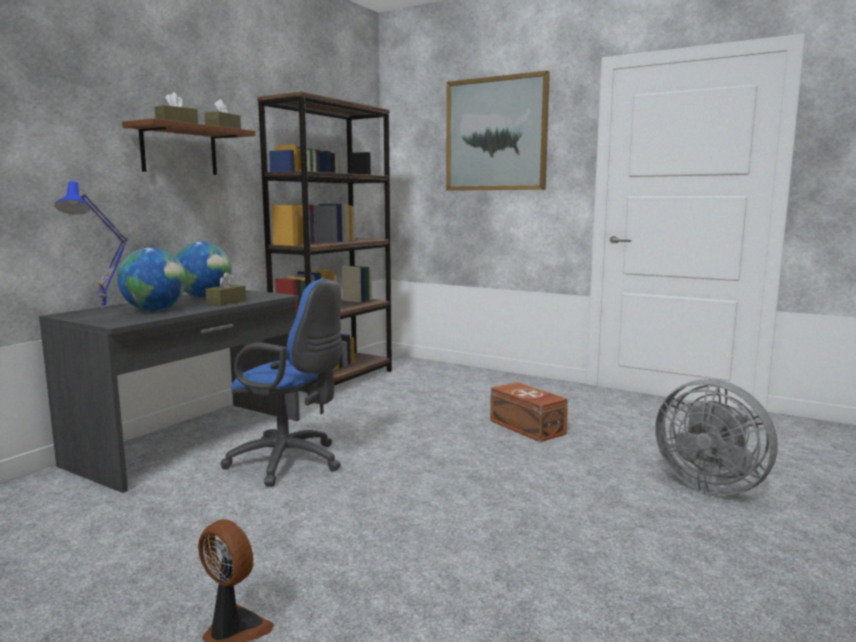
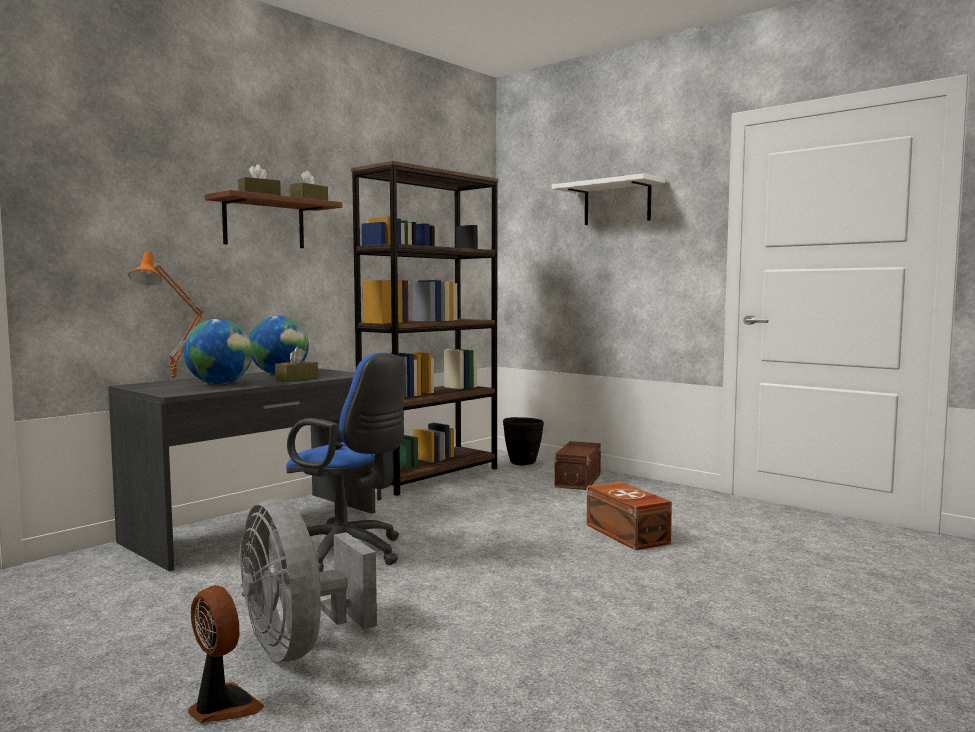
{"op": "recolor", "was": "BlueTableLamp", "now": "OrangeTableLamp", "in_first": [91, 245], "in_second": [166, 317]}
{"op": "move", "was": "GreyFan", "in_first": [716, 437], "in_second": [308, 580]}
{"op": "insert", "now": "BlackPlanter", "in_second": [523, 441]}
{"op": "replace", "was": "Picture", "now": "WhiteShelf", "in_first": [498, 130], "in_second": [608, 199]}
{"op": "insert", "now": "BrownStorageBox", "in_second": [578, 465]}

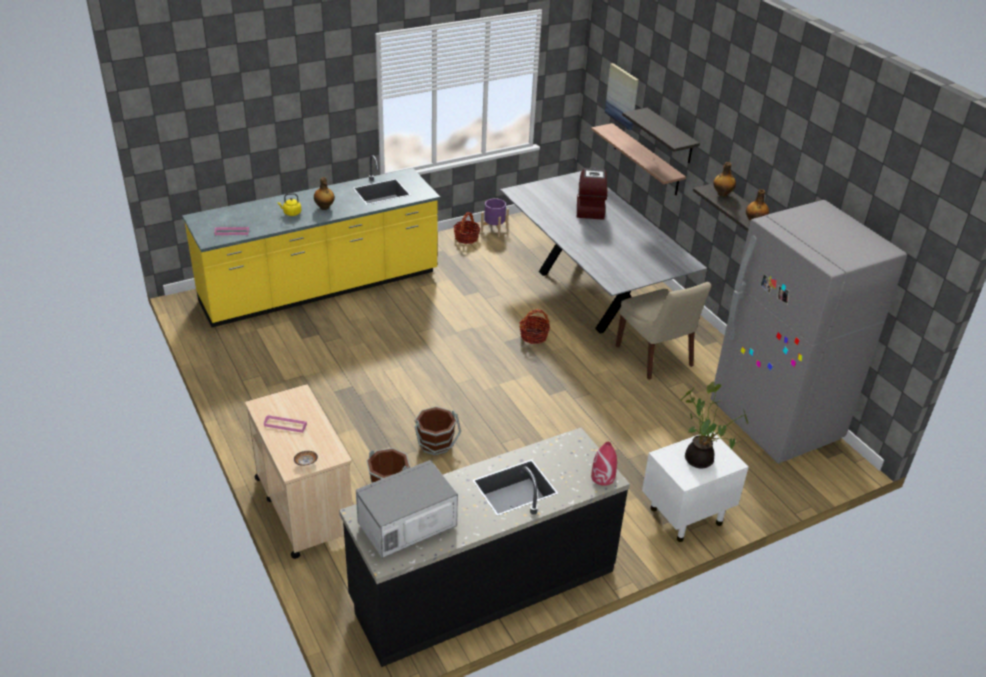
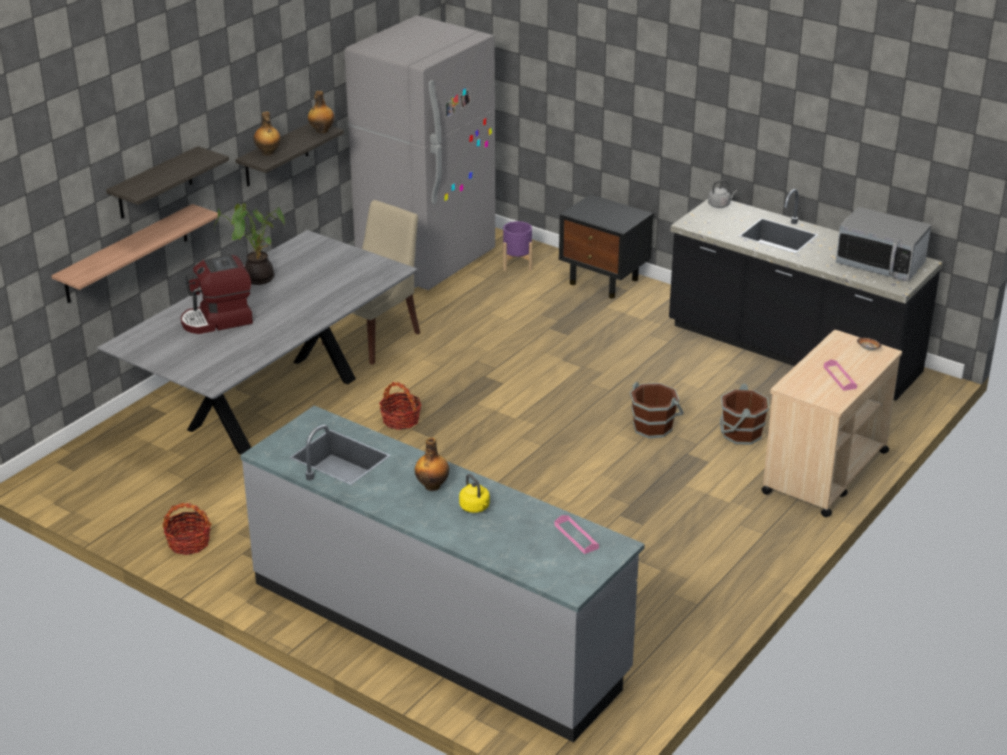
{"op": "move", "was": "PottedPlant", "in_first": [714, 425], "in_second": [249, 244]}
{"op": "recolor", "was": "YellowCounter", "now": "GreyCounter", "in_first": [311, 241], "in_second": [442, 574]}
{"op": "move", "was": "PurplePlanter", "in_first": [495, 217], "in_second": [517, 246]}
{"op": "recolor", "was": "WhiteNightstand", "now": "BlackNightstand", "in_first": [695, 487], "in_second": [606, 246]}
{"op": "replace", "was": "RedVase", "now": "GreyKettle", "in_first": [604, 464], "in_second": [722, 194]}
{"op": "delete", "was": "Picture", "in_first": [622, 96]}

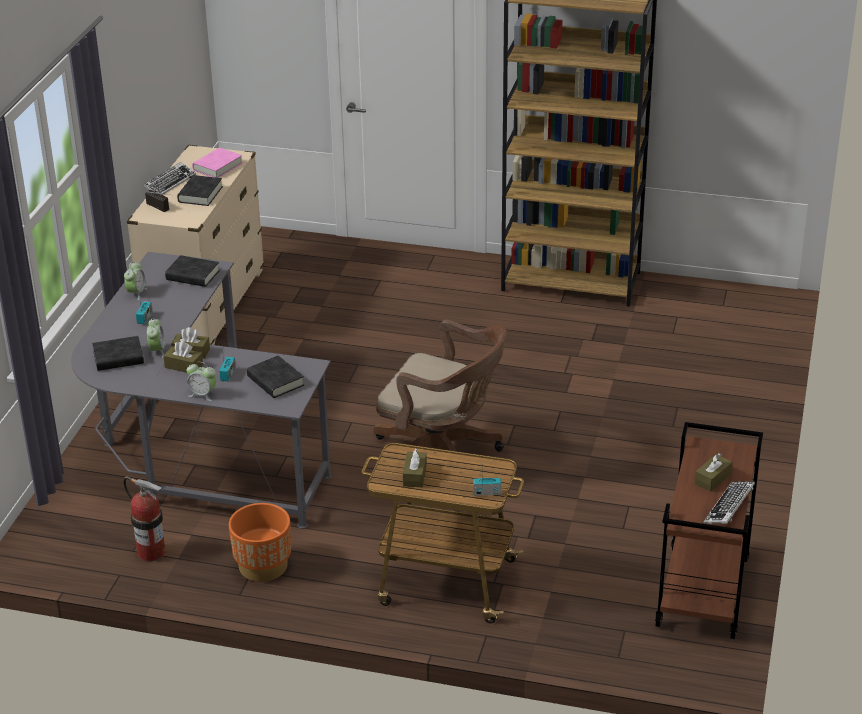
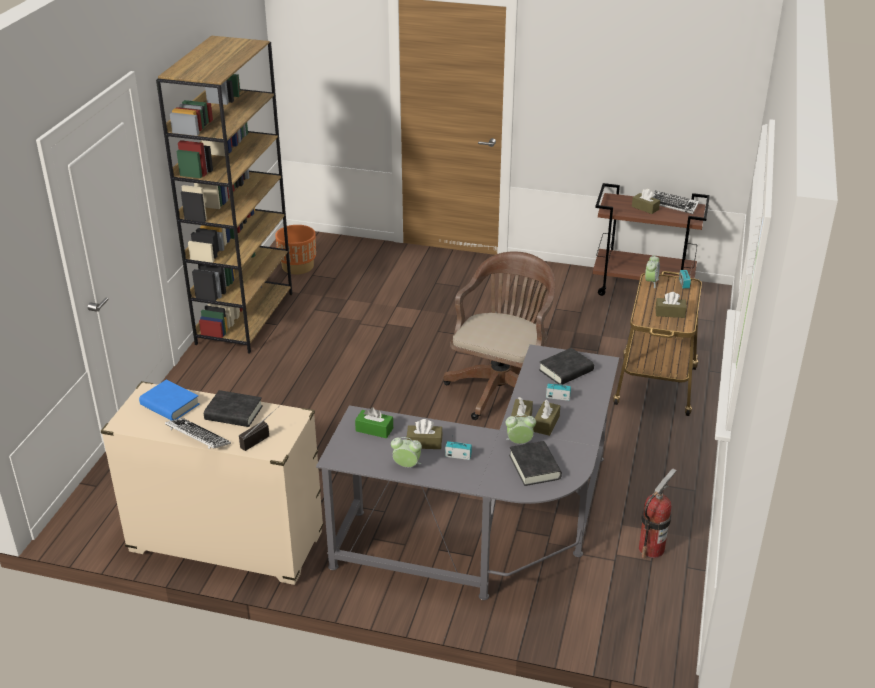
{"op": "recolor", "was": "PinkBook", "now": "BlueBook", "in_first": [217, 163], "in_second": [169, 400]}
{"op": "move", "was": "OrangePlanter", "in_first": [260, 542], "in_second": [295, 249]}
{"op": "replace", "was": "BlackBook", "now": "GreenTissueBox", "in_first": [192, 271], "in_second": [374, 422]}
{"op": "insert", "now": "BrownTissueBox", "in_second": [424, 434]}
{"op": "move", "was": "AlarmClock", "in_first": [201, 381], "in_second": [652, 271]}

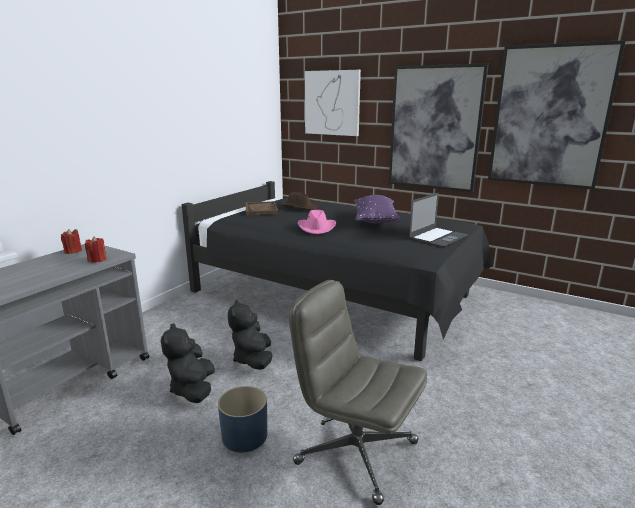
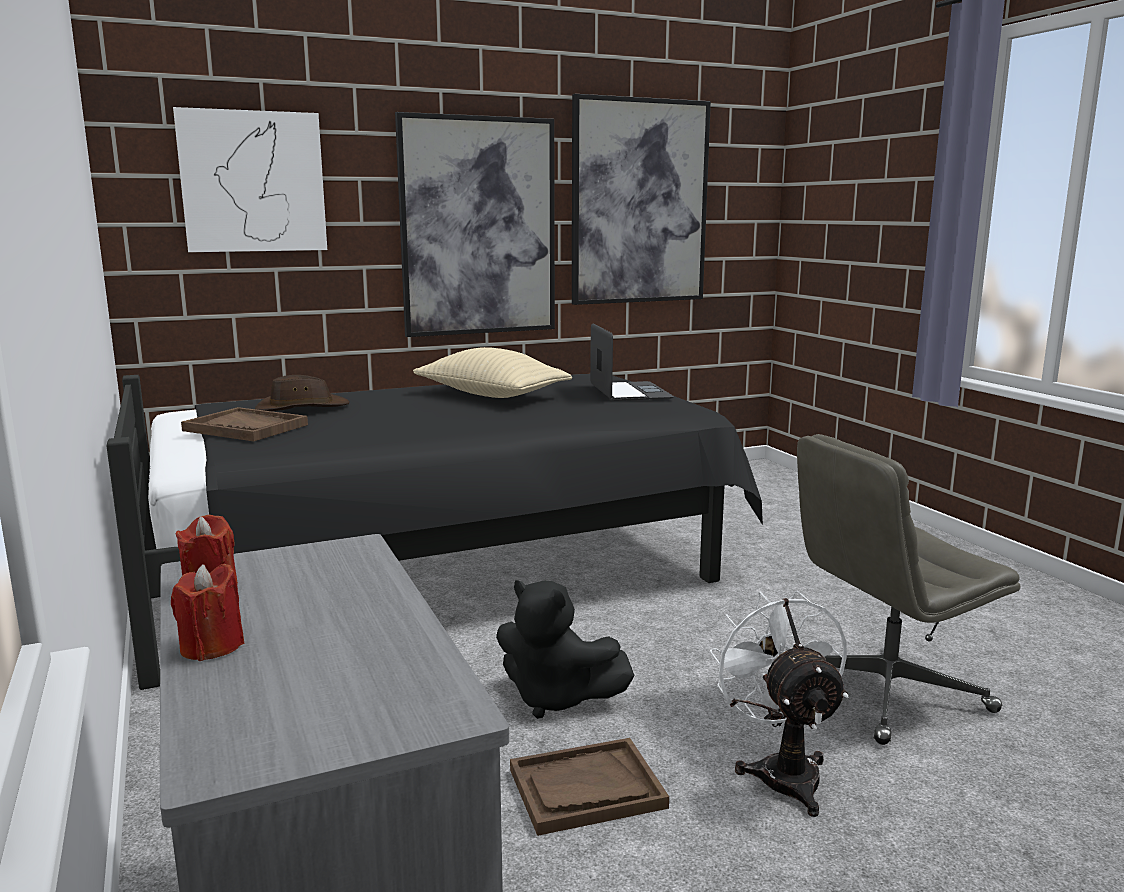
{"op": "move", "was": "RedCandle", "in_first": [96, 249], "in_second": [207, 612]}
{"op": "recolor", "was": "PurplePillow", "now": "BeigePillow", "in_first": [377, 209], "in_second": [492, 372]}
{"op": "replace", "was": "BlackPlushToy", "now": "BrownTray", "in_first": [188, 363], "in_second": [589, 787]}
{"op": "replace", "was": "BluePlanter", "now": "WhiteFan", "in_first": [242, 419], "in_second": [779, 704]}
{"op": "delete", "was": "PinkHat", "in_first": [317, 222]}

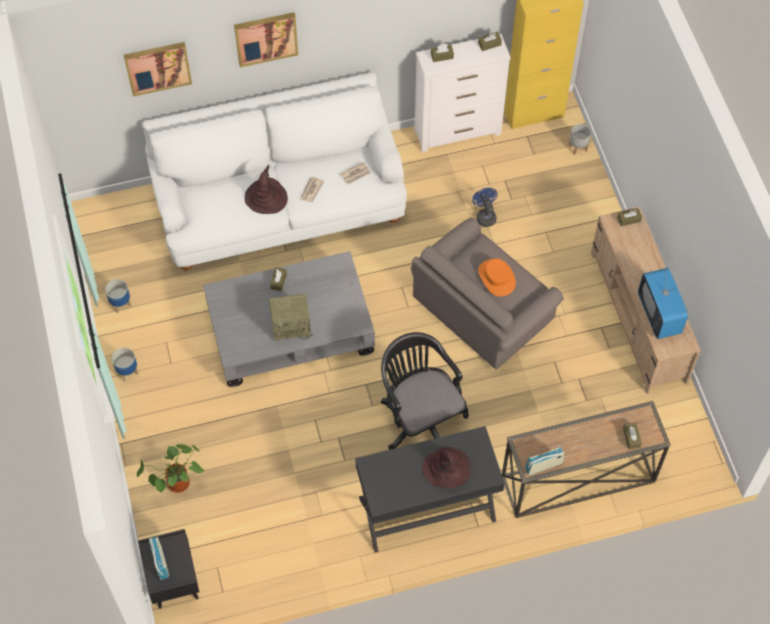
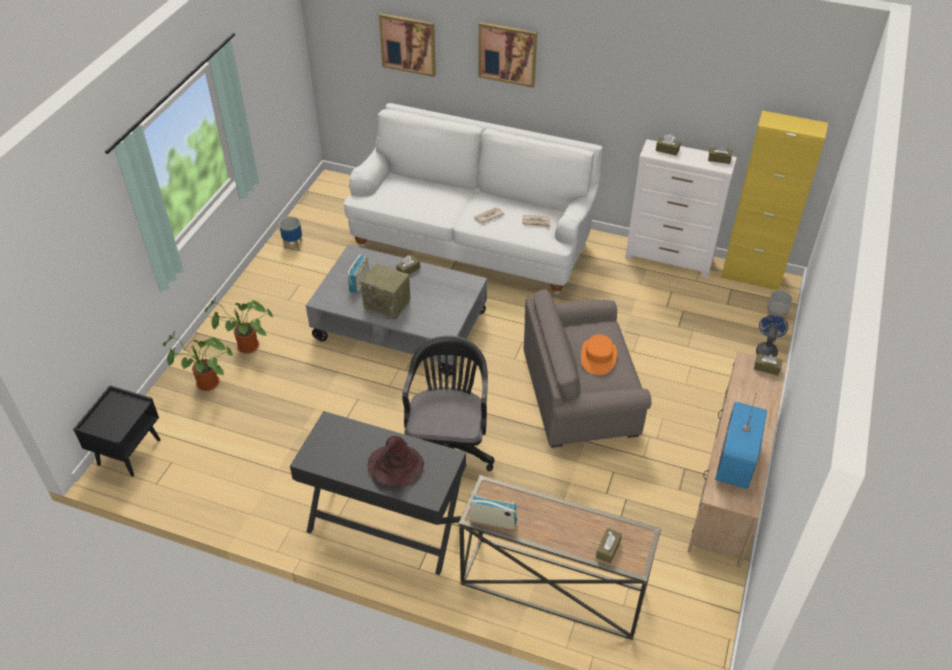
{"op": "insert", "now": "PottedPlant", "in_second": [239, 325]}
{"op": "move", "was": "Radio", "in_first": [159, 558], "in_second": [358, 273]}
{"op": "move", "was": "BlueFan", "in_first": [484, 207], "in_second": [772, 336]}
{"op": "delete", "was": "Planter", "in_first": [125, 365]}
{"op": "delete", "was": "BrownHat", "in_first": [266, 189]}

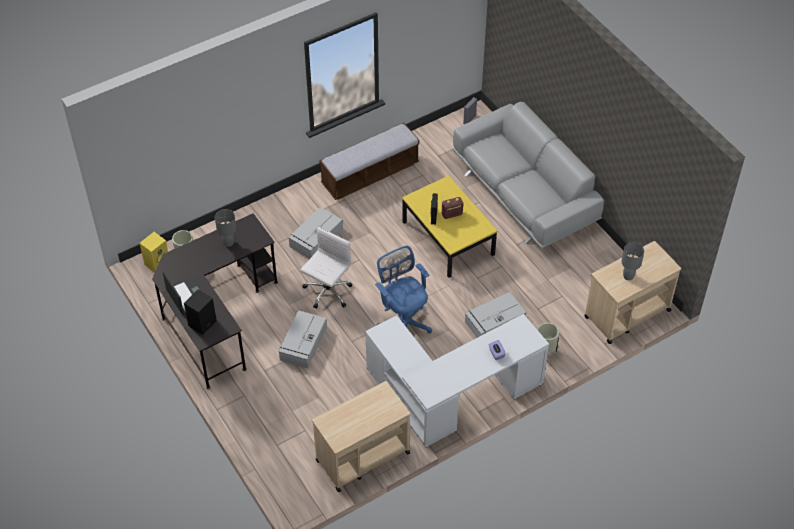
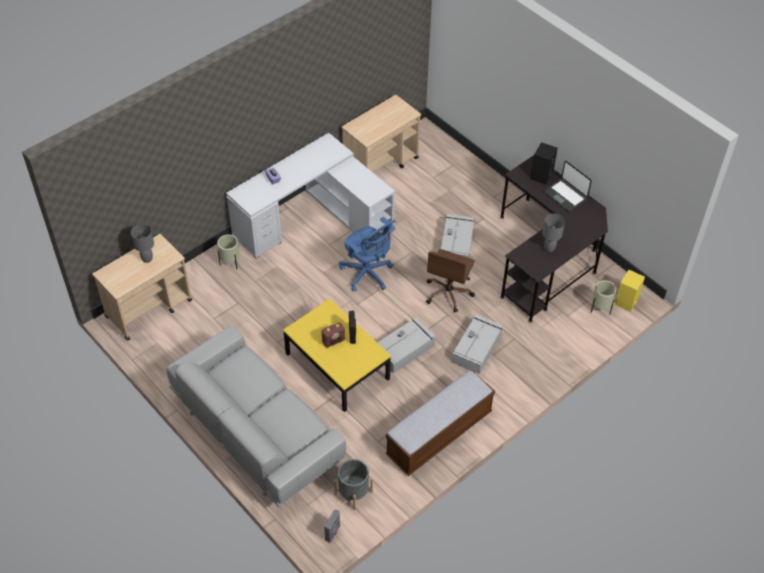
{"op": "insert", "now": "GreyPlanter", "in_second": [353, 484]}
{"op": "move", "was": "GreyStorageBox", "in_first": [495, 315], "in_second": [406, 345]}
{"op": "recolor", "was": "WhiteOfficeChair", "now": "BrownOfficeChair", "in_first": [326, 268], "in_second": [450, 280]}

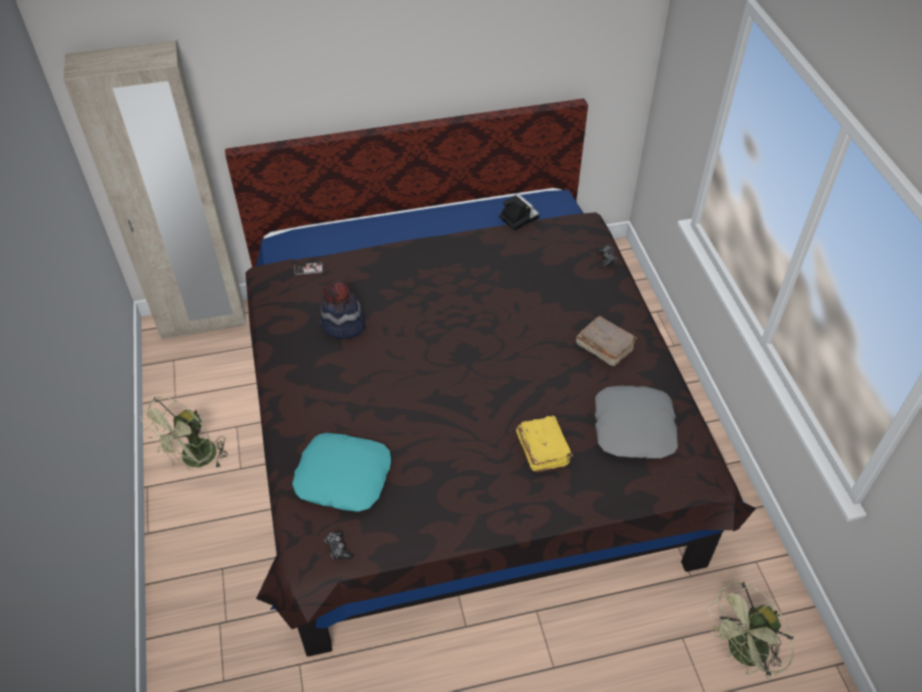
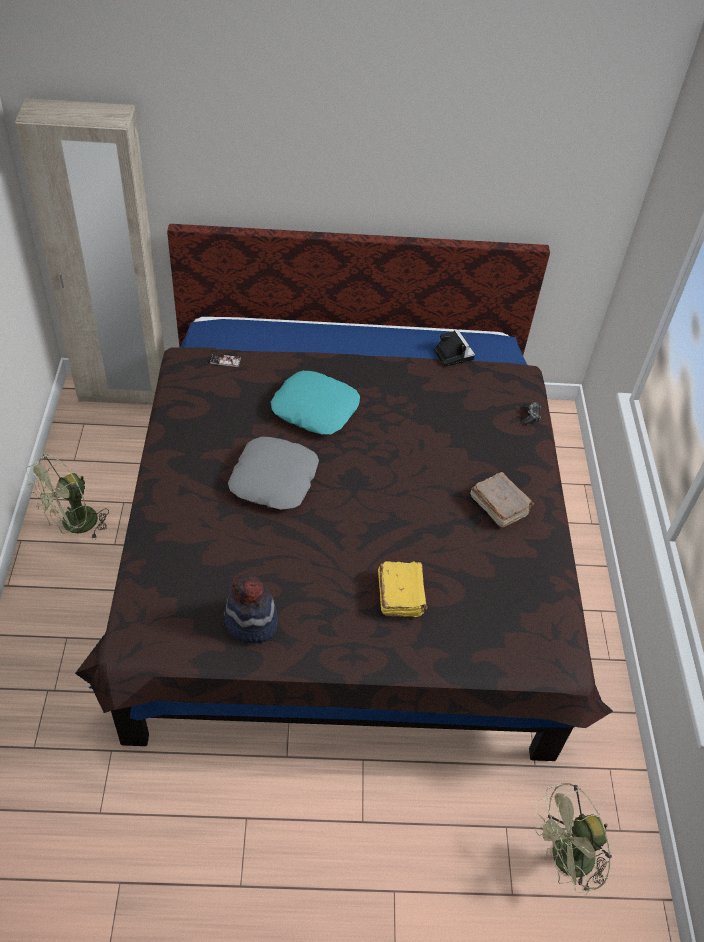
{"op": "move", "was": "Hat", "in_first": [342, 309], "in_second": [251, 609]}
{"op": "move", "was": "GreyPillow", "in_first": [636, 422], "in_second": [273, 473]}
{"op": "move", "was": "TurquoisePillow", "in_first": [341, 472], "in_second": [315, 402]}
{"op": "delete", "was": "GameController", "in_first": [338, 545]}

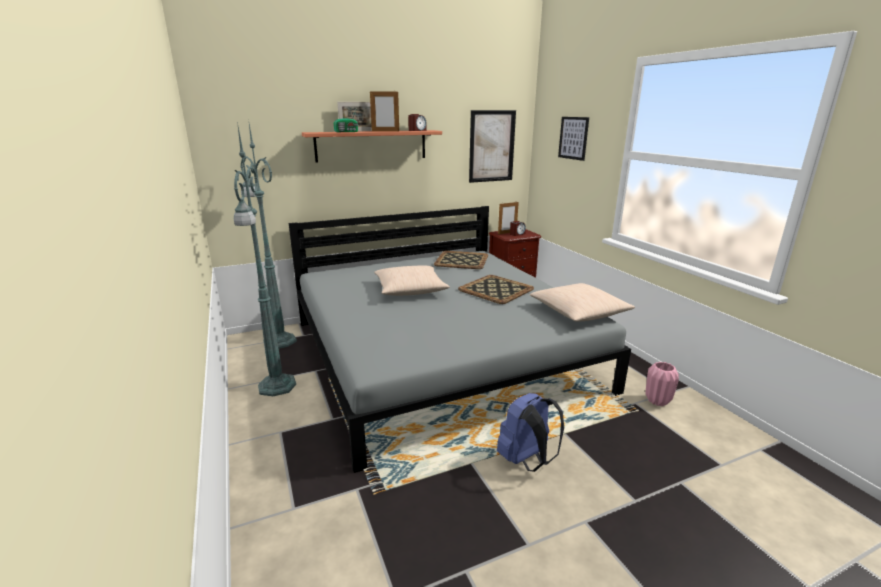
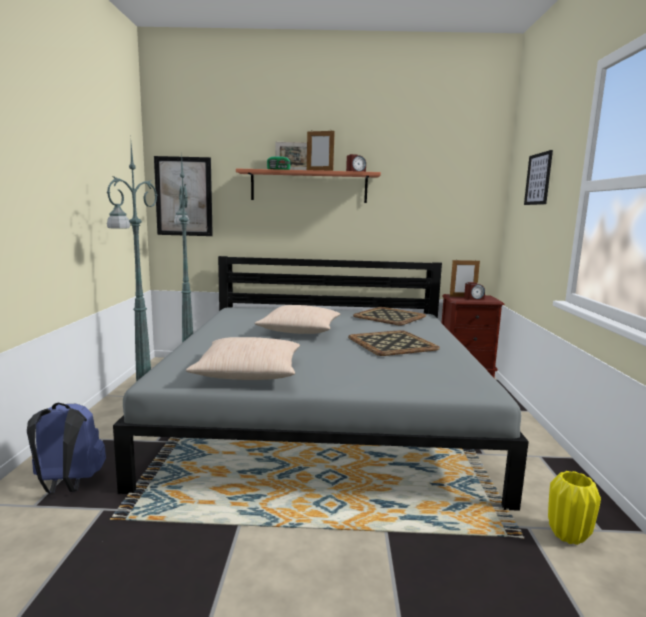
{"op": "move", "was": "BlueBackpack", "in_first": [530, 432], "in_second": [66, 448]}
{"op": "move", "was": "Picture", "in_first": [492, 146], "in_second": [183, 196]}
{"op": "move", "was": "BeigePillow", "in_first": [582, 302], "in_second": [243, 358]}
{"op": "recolor", "was": "PinkVase", "now": "YellowVase", "in_first": [662, 384], "in_second": [574, 508]}

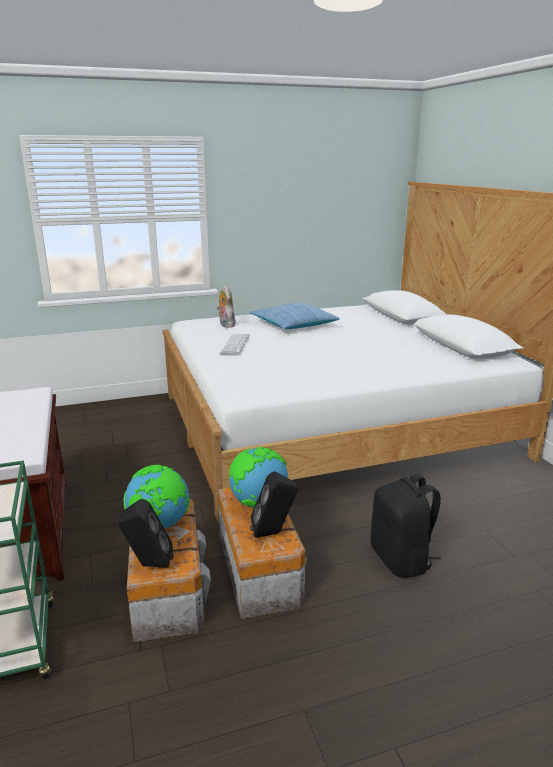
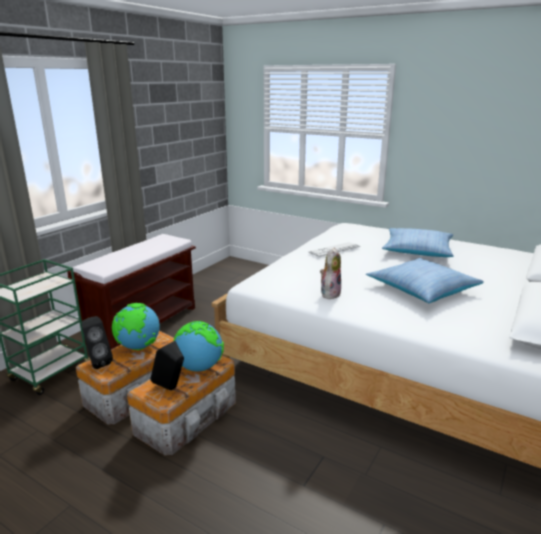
{"op": "move", "was": "PlushToy", "in_first": [226, 307], "in_second": [330, 274]}
{"op": "insert", "now": "Pillow", "in_second": [425, 280]}
{"op": "delete", "was": "BlackBackpack", "in_first": [406, 526]}

